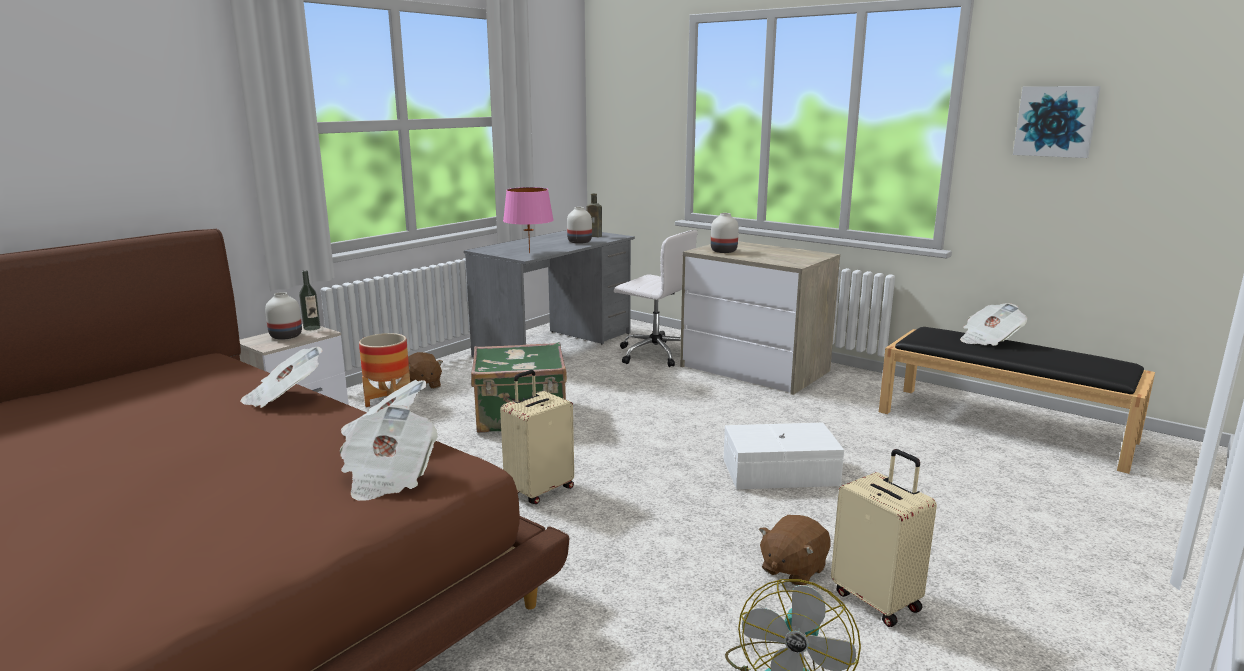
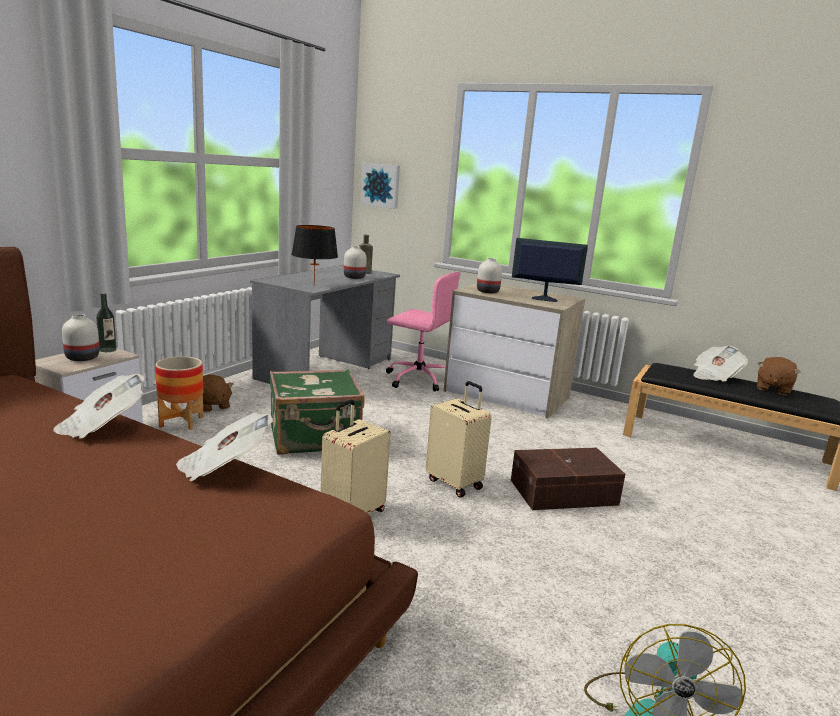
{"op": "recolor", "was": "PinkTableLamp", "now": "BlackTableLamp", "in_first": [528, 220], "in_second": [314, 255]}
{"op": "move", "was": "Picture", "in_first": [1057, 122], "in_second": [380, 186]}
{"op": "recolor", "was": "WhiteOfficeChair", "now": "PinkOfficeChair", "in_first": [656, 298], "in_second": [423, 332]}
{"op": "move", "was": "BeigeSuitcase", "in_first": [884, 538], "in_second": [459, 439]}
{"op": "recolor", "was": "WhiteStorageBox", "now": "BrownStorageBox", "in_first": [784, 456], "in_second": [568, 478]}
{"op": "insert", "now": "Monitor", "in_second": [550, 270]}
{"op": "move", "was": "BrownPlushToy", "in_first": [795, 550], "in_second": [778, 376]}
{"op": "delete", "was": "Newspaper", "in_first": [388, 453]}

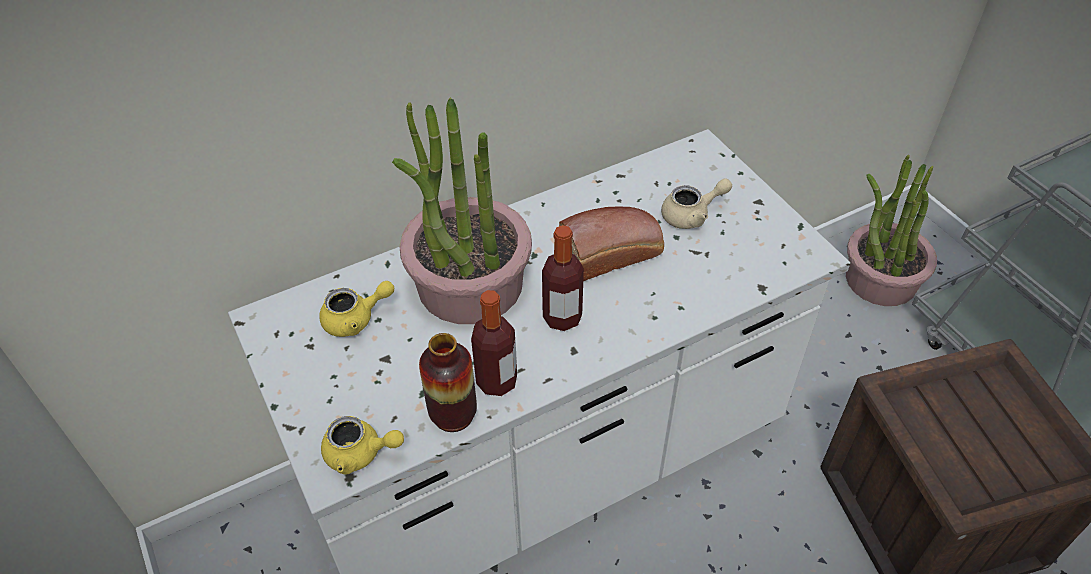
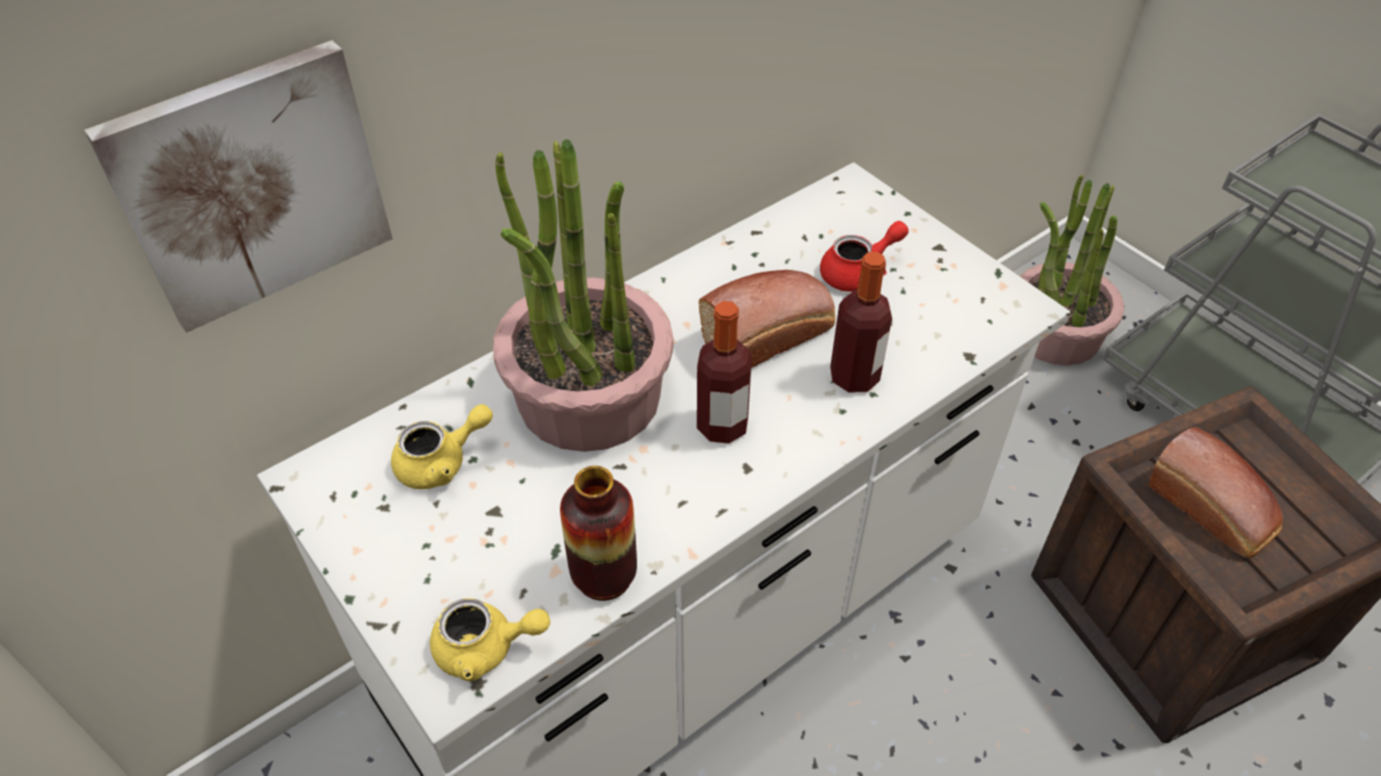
{"op": "insert", "now": "Picture", "in_second": [238, 186]}
{"op": "recolor", "was": "BeigeTeapot", "now": "RedTeapot", "in_first": [696, 203], "in_second": [864, 256]}
{"op": "move", "was": "Bottle", "in_first": [494, 343], "in_second": [861, 322]}
{"op": "insert", "now": "Bread", "in_second": [1216, 492]}

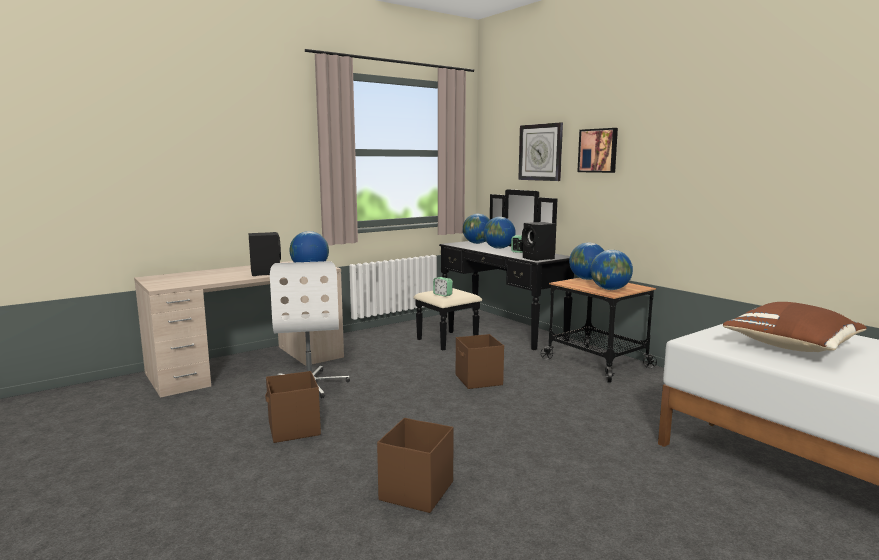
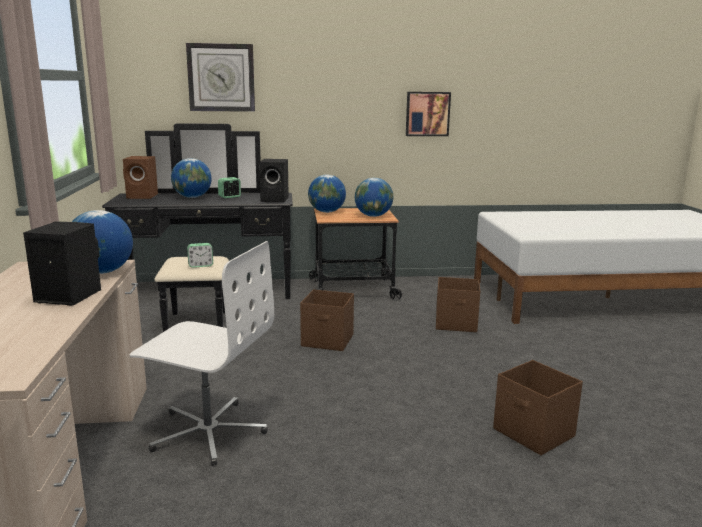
{"op": "replace", "was": "Globe", "now": "BrownSpeaker", "in_first": [476, 229], "in_second": [140, 177]}
{"op": "move", "was": "Picture", "in_first": [597, 150], "in_second": [428, 114]}
{"op": "move", "was": "BrownStorageBox", "in_first": [293, 407], "in_second": [458, 304]}
{"op": "delete", "was": "BrownPillow", "in_first": [795, 327]}

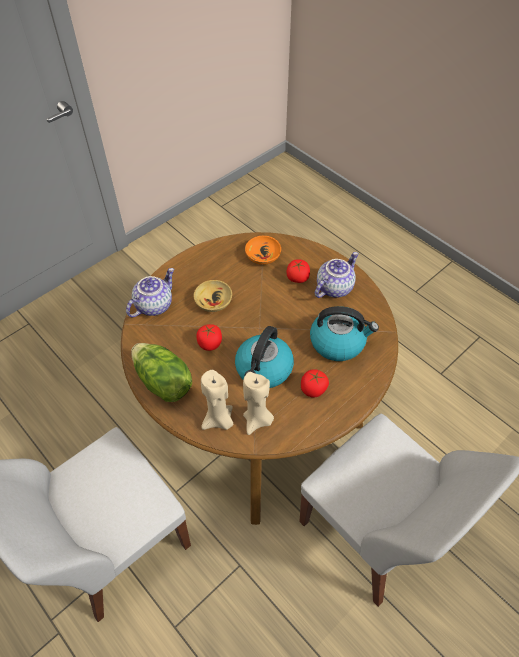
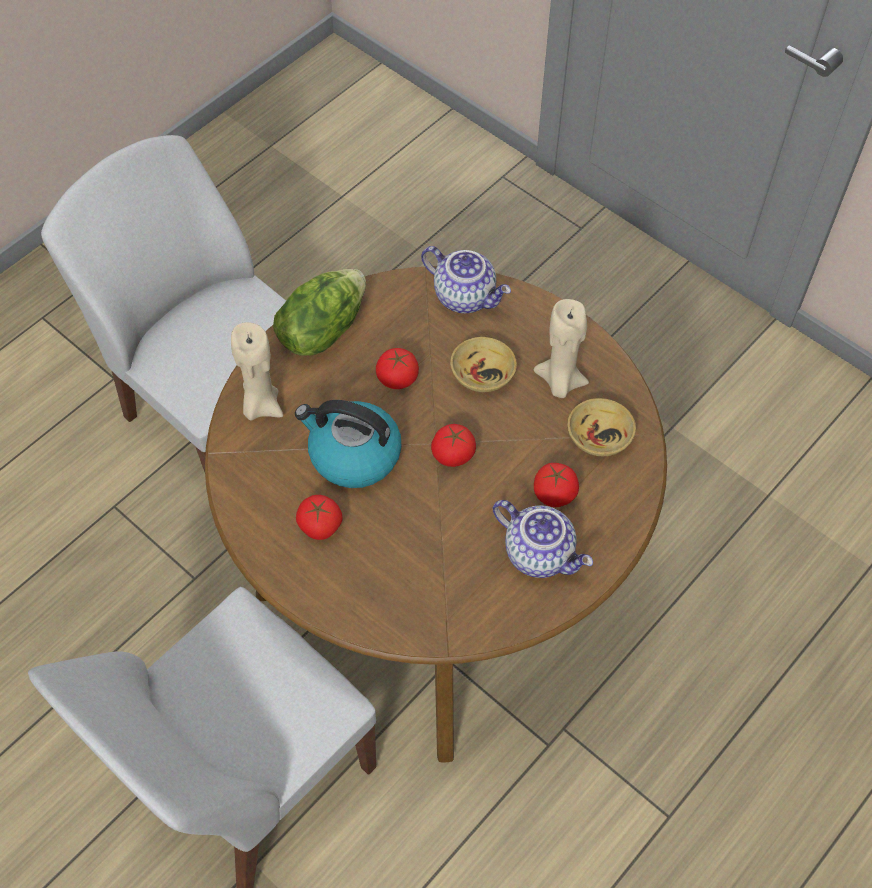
{"op": "insert", "now": "Tomato", "in_second": [453, 445]}
{"op": "move", "was": "BeigeCandle", "in_first": [258, 403], "in_second": [561, 348]}
{"op": "recolor", "was": "OrangeBowl", "now": "BeigeBowl", "in_first": [263, 250], "in_second": [601, 427]}
{"op": "delete", "was": "Kettle", "in_first": [344, 333]}

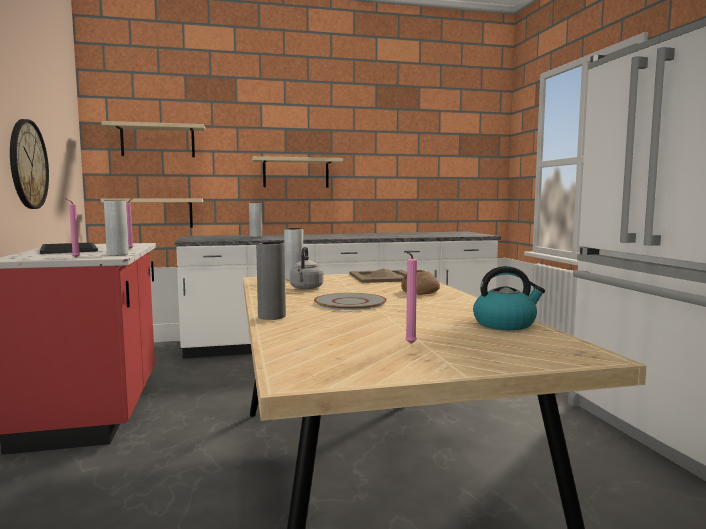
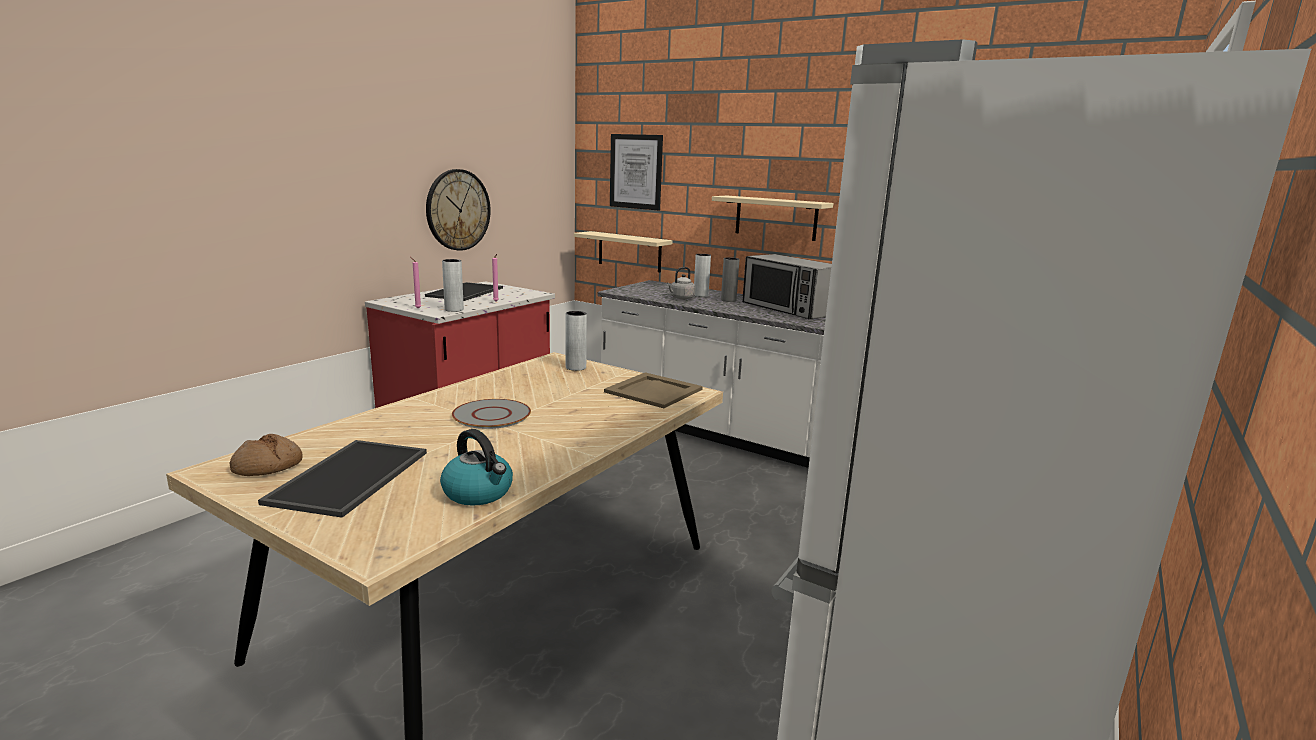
{"op": "move", "was": "Bread", "in_first": [420, 282], "in_second": [266, 455]}
{"op": "replace", "was": "PinkCandle", "now": "Tray", "in_first": [411, 297], "in_second": [342, 479]}
{"op": "replace", "was": "BeigeShelf", "now": "Picture", "in_first": [153, 139], "in_second": [636, 172]}
{"op": "move", "was": "GreyKettle", "in_first": [306, 268], "in_second": [681, 283]}
{"op": "move", "was": "GreyVase", "in_first": [271, 281], "in_second": [730, 279]}
{"op": "insert", "now": "Microwave", "in_second": [787, 287]}

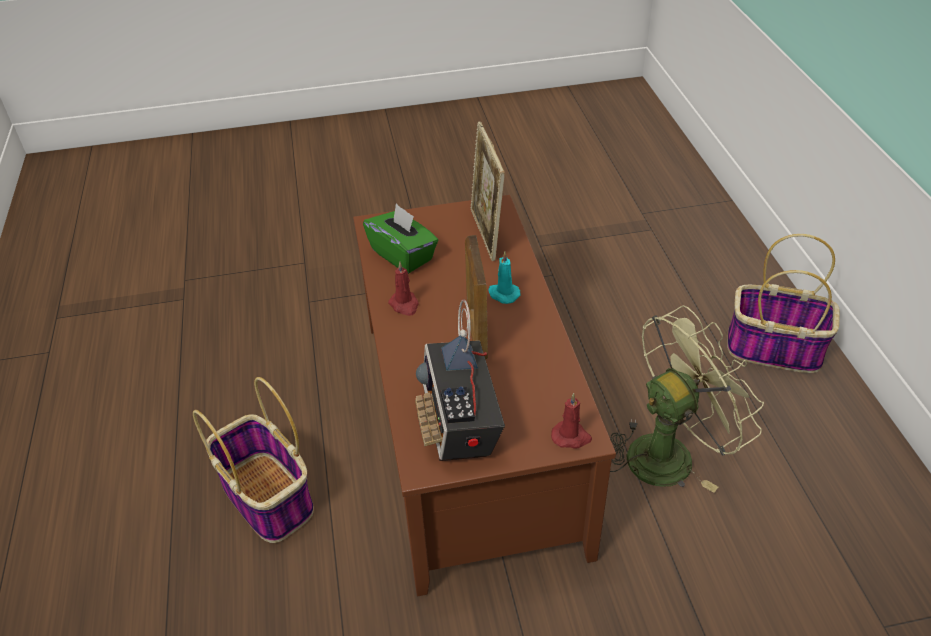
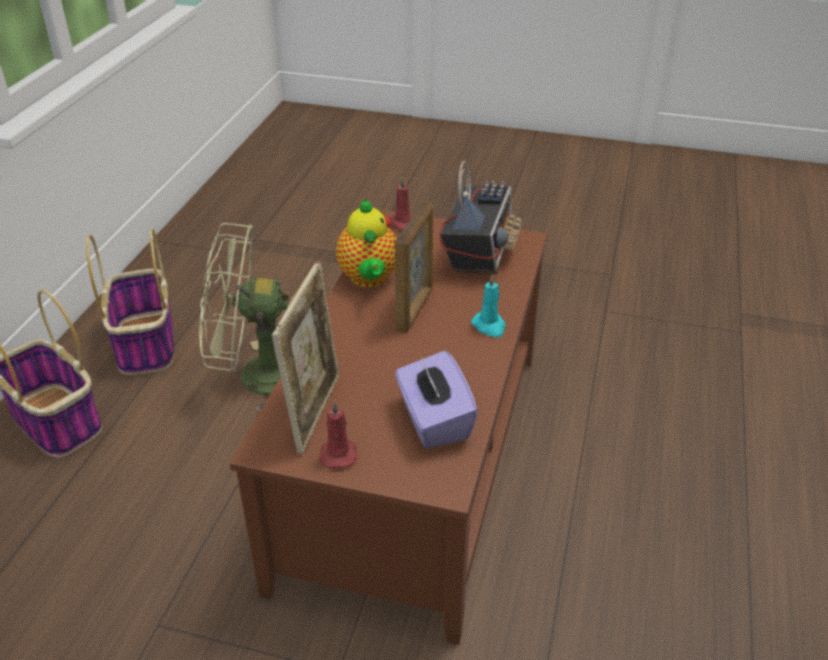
{"op": "move", "was": "Basket", "in_first": [253, 460], "in_second": [130, 301]}
{"op": "move", "was": "RedCandle", "in_first": [403, 288], "in_second": [338, 434]}
{"op": "insert", "now": "Teapot", "in_second": [366, 243]}
{"op": "recolor", "was": "GreenTissueBox", "now": "PurpleTissueBox", "in_first": [401, 238], "in_second": [436, 399]}
{"op": "move", "was": "TurquoiseCandle", "in_first": [504, 277], "in_second": [488, 306]}

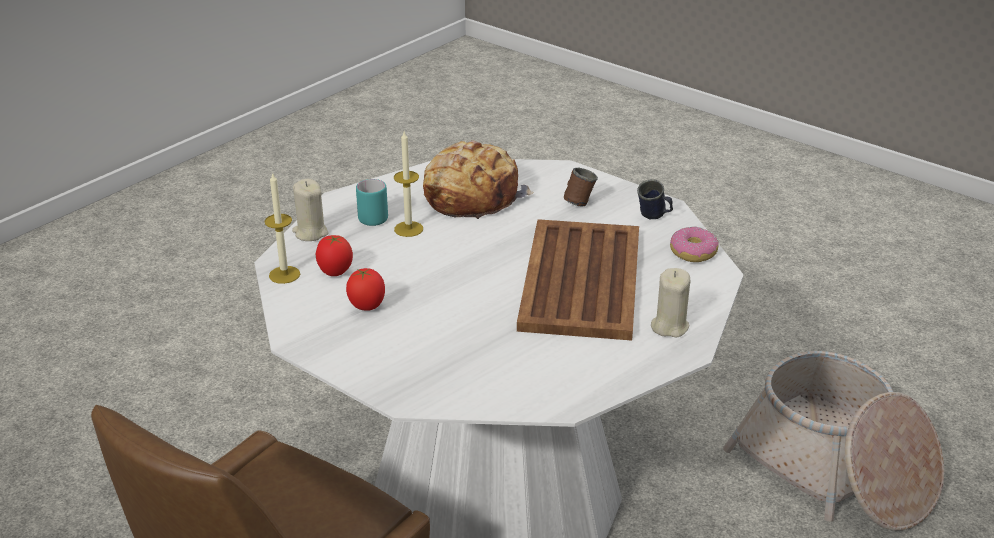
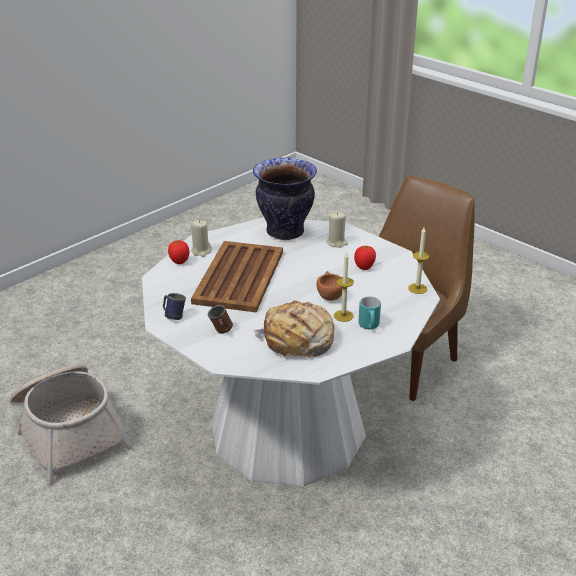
{"op": "move", "was": "Tomato", "in_first": [334, 255], "in_second": [179, 252]}
{"op": "insert", "now": "Vase", "in_second": [285, 199]}
{"op": "insert", "now": "BrownCup", "in_second": [329, 286]}
{"op": "move", "was": "BeigeCandle", "in_first": [310, 210], "in_second": [337, 230]}
{"op": "delete", "was": "Donut", "in_first": [694, 244]}

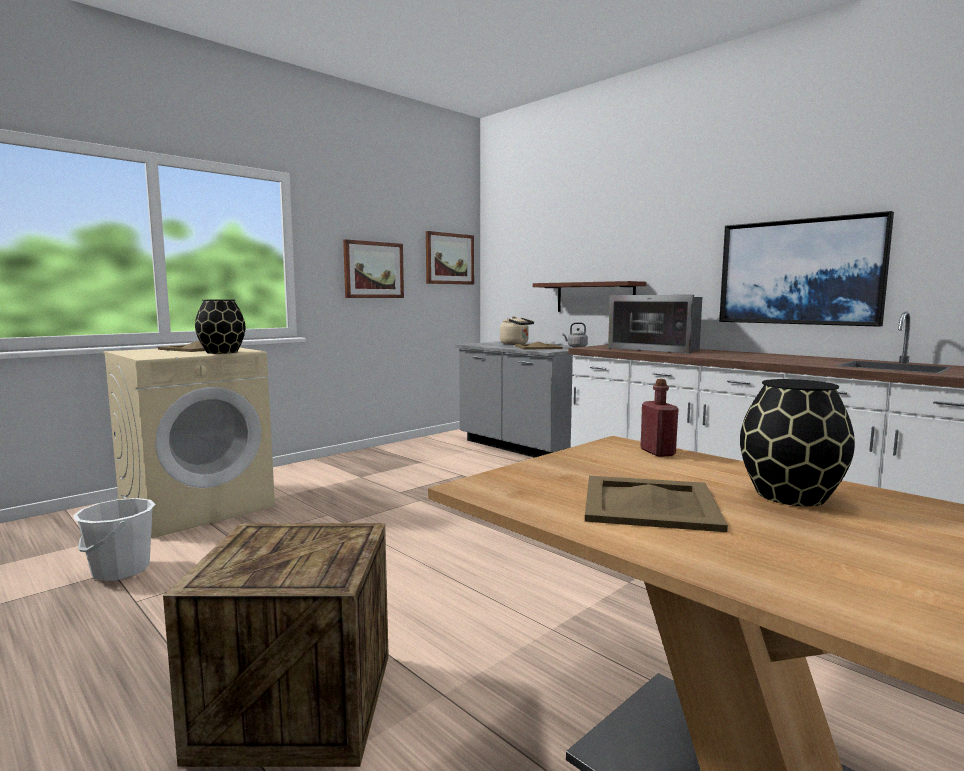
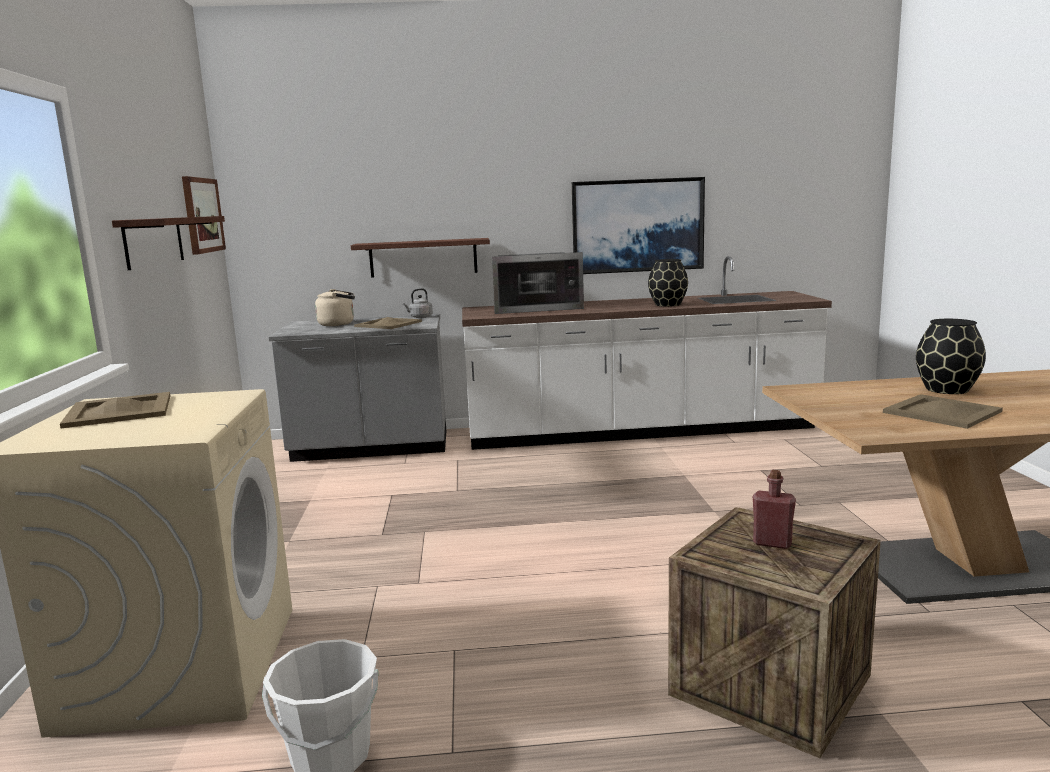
{"op": "replace", "was": "Picture", "now": "Shelf", "in_first": [373, 268], "in_second": [168, 243]}
{"op": "move", "was": "BlackVase", "in_first": [220, 327], "in_second": [668, 283]}
{"op": "move", "was": "RedBottle", "in_first": [659, 418], "in_second": [774, 509]}

